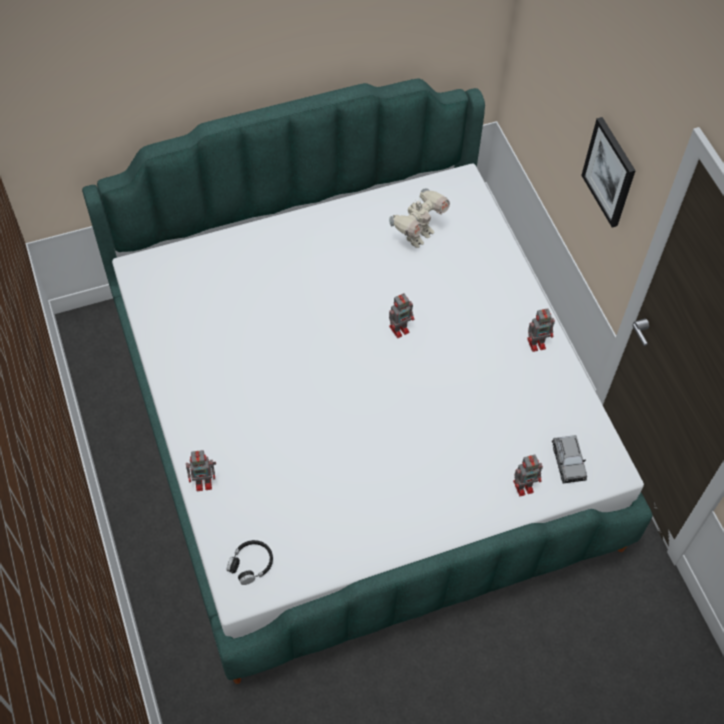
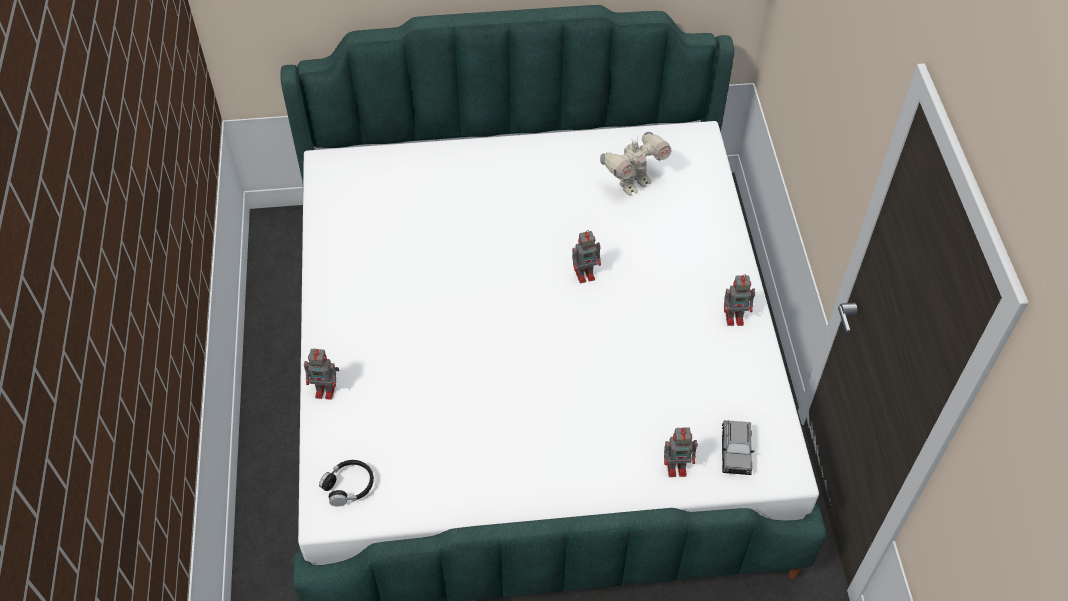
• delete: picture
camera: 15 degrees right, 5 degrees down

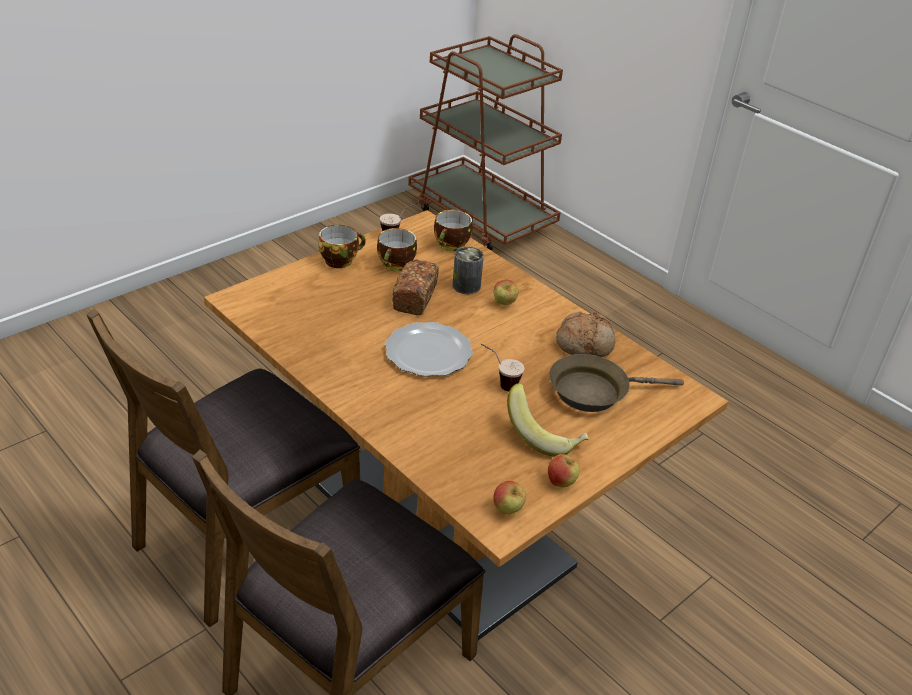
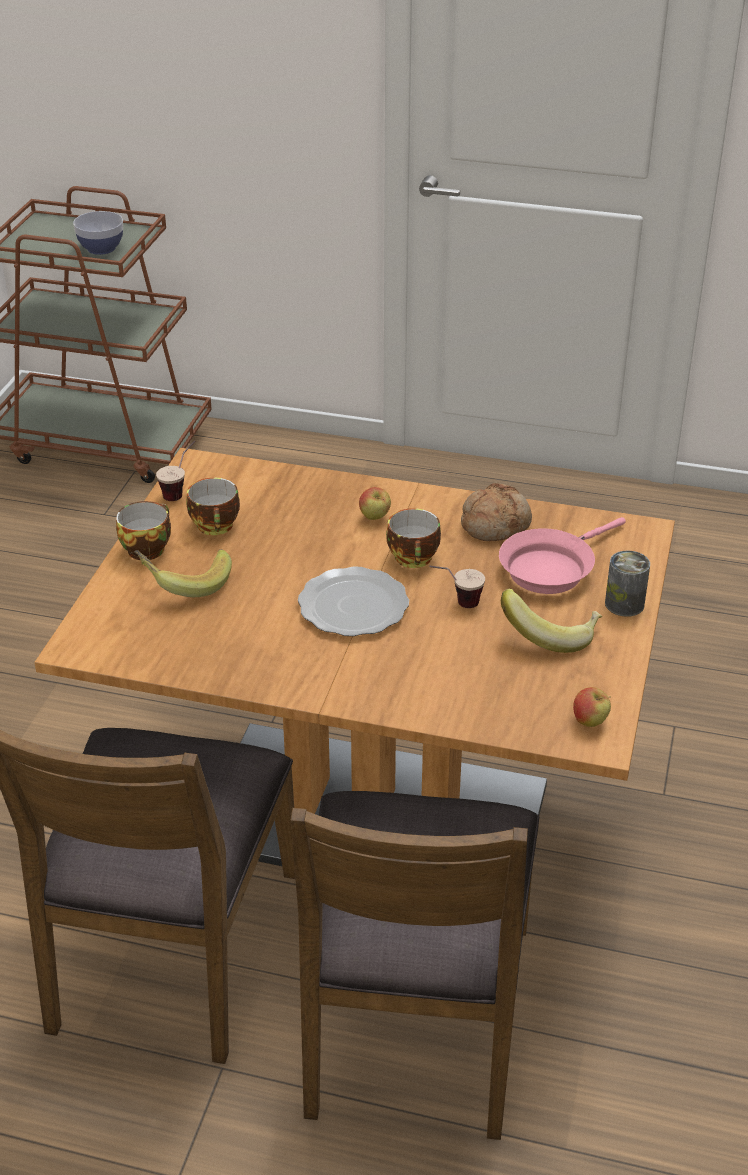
• delete: bread (1st from left)
• move: cup (4th from left)
• move: can
• delete: apple (3rd from left)
• recolor: brown frying pan to pink frying pan
• insert: bowl
• insert: banana (1st from left)
camera: 30 degrees left, 0 degrees up

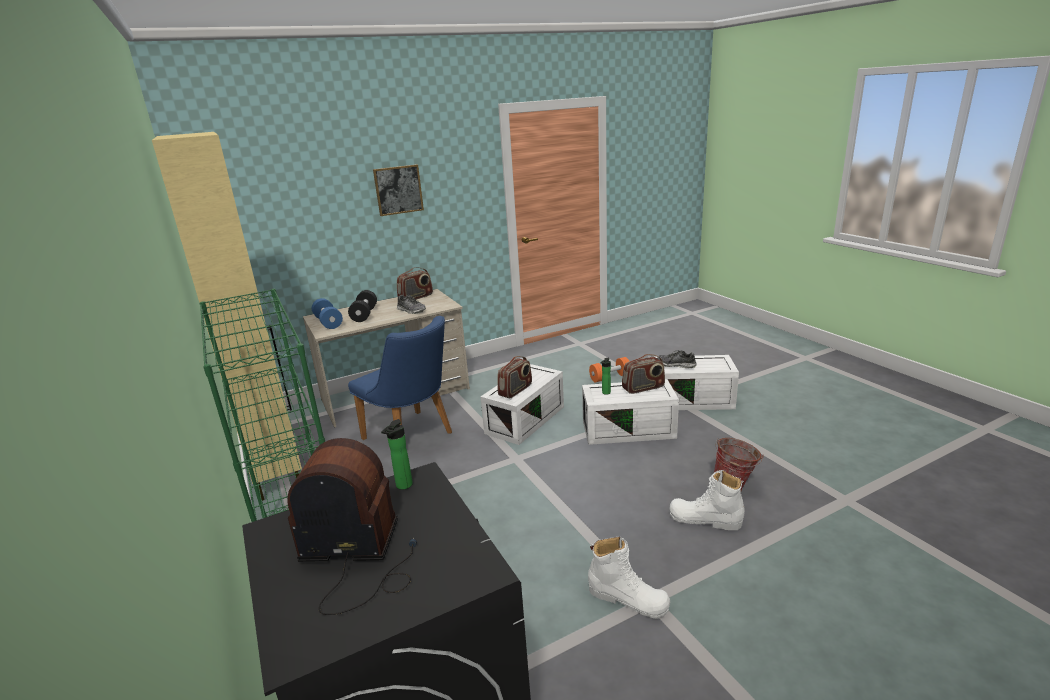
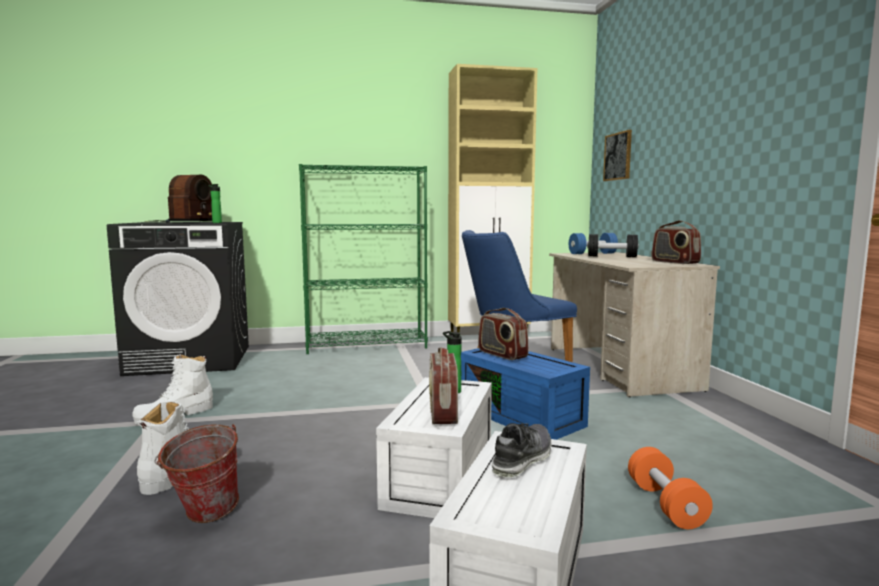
• move: picture
• delete: shoe (1st from left)
• recolor: white storage box (1st from left) to blue storage box
camera: 105 degrees right, 15 degrees down

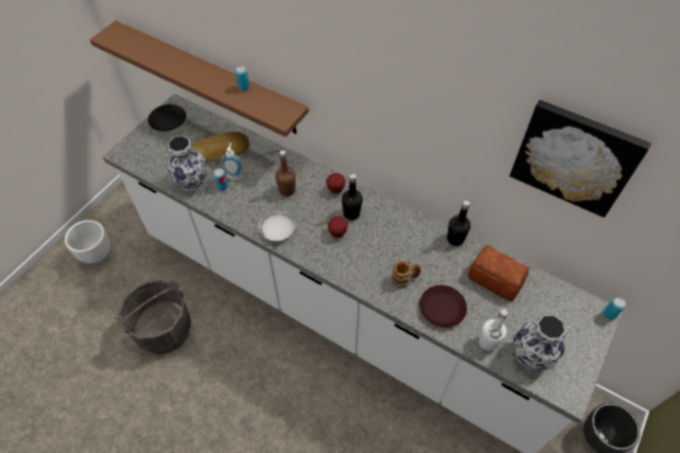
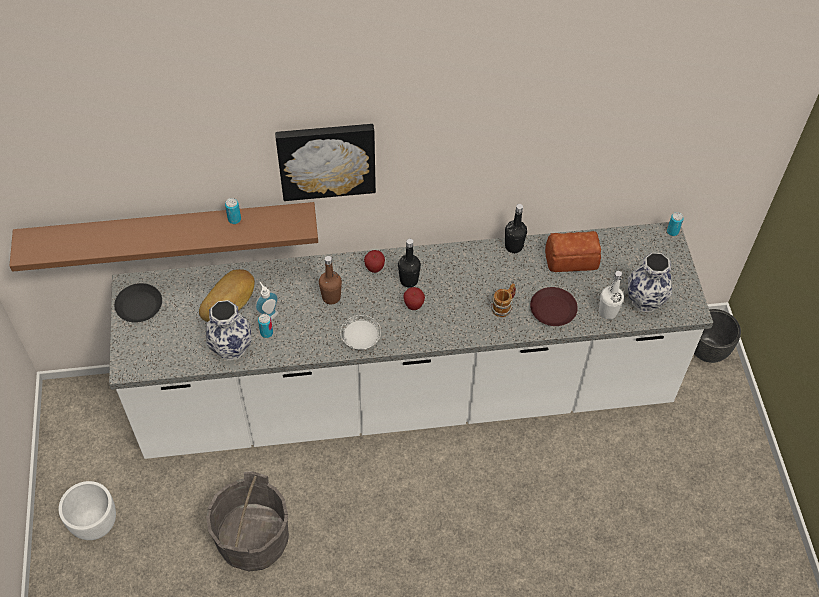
• move: picture
camera: 40 degrees left, 0 degrees up

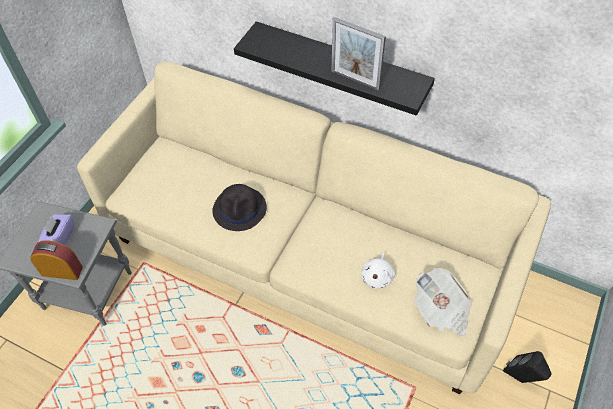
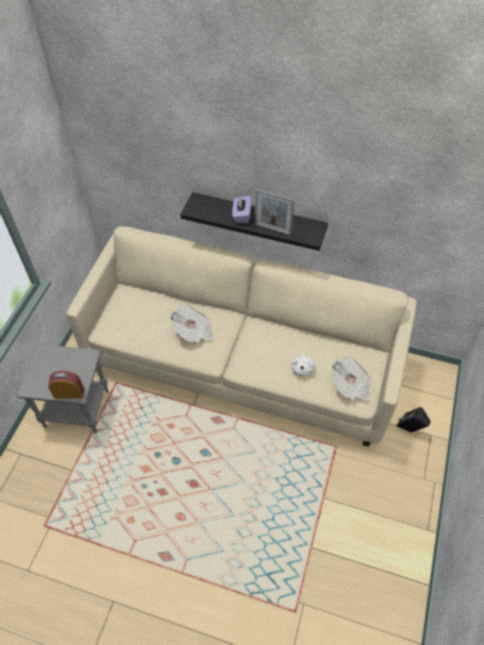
• move: purple tissue box
• replace: black hat to newspaper (1st from left)
camera: 10 degrees left, 0 degrees up

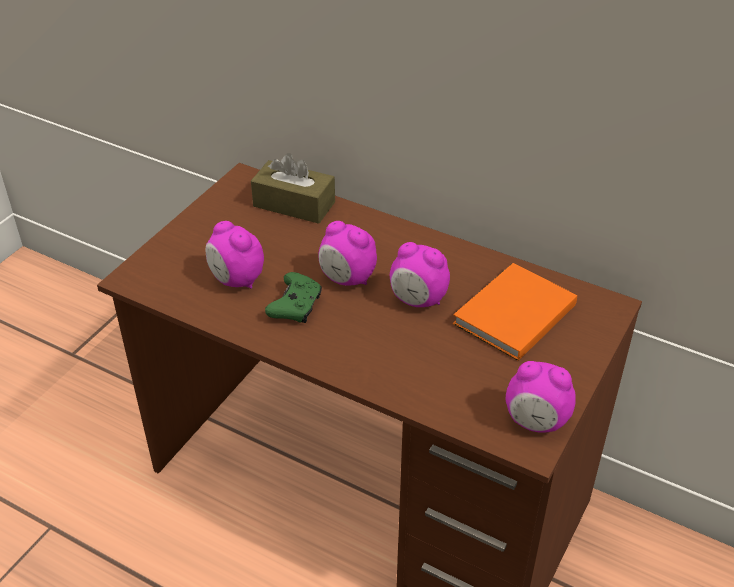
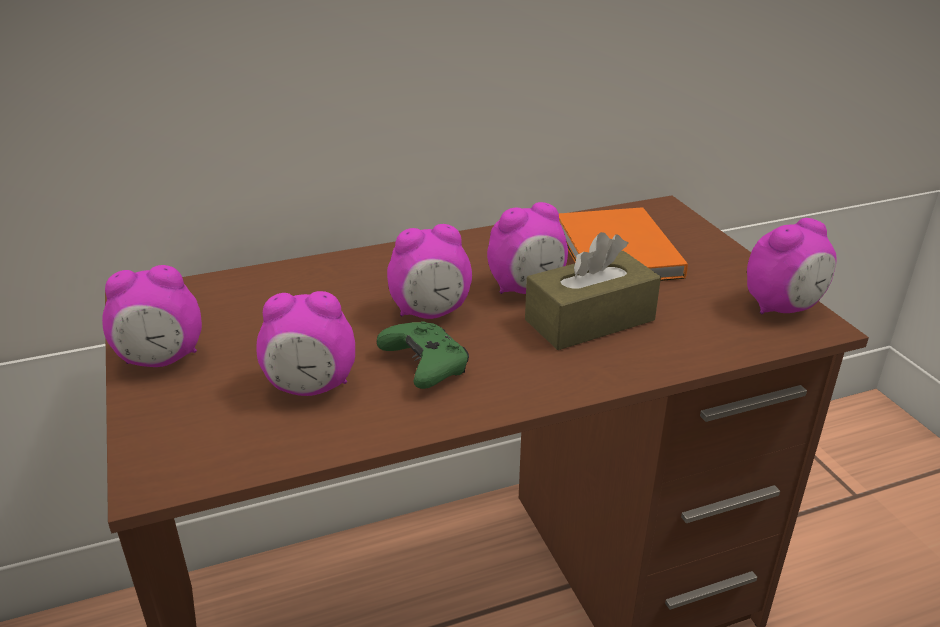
• move: brown tissue box
• insert: alarm clock (1st from left)
camera: 50 degrees left, 10 degrees down

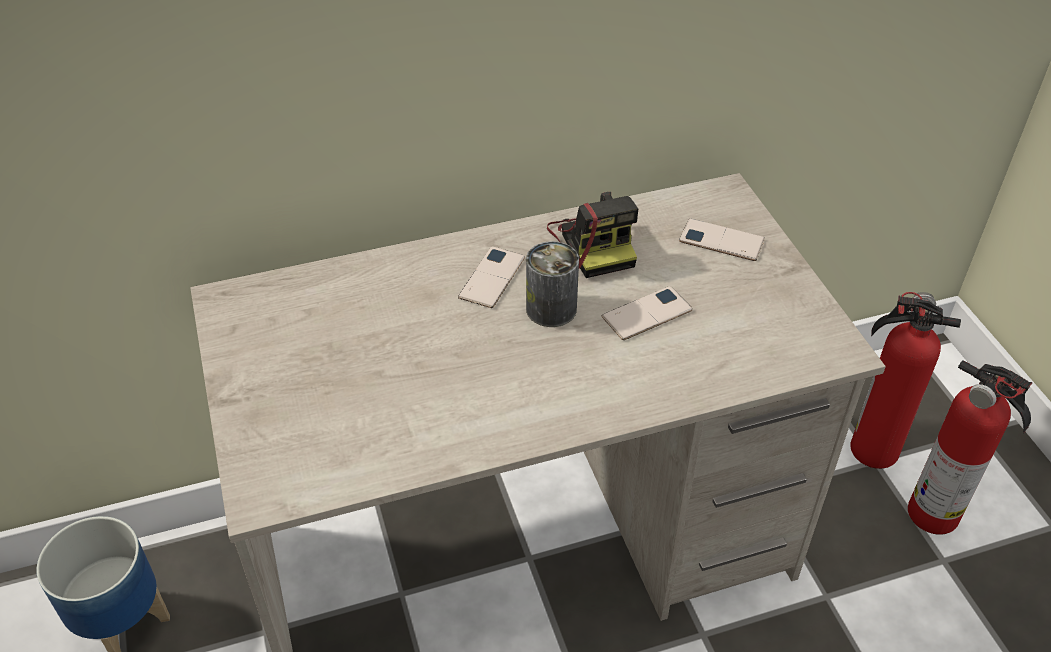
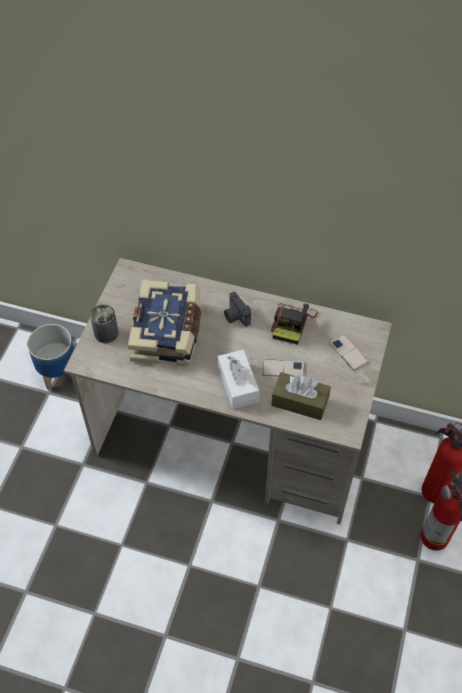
• replace: phone (1st from left) to photo camera (1st from left)
• move: can
• insert: book
• insert: white tissue box
• insert: brown tissue box
camera: 35 degrees right, 10 degrees up

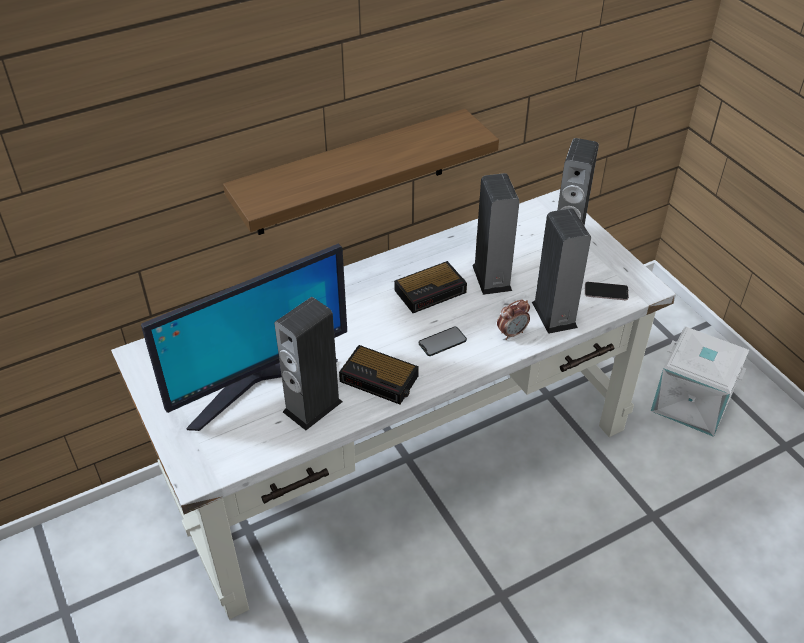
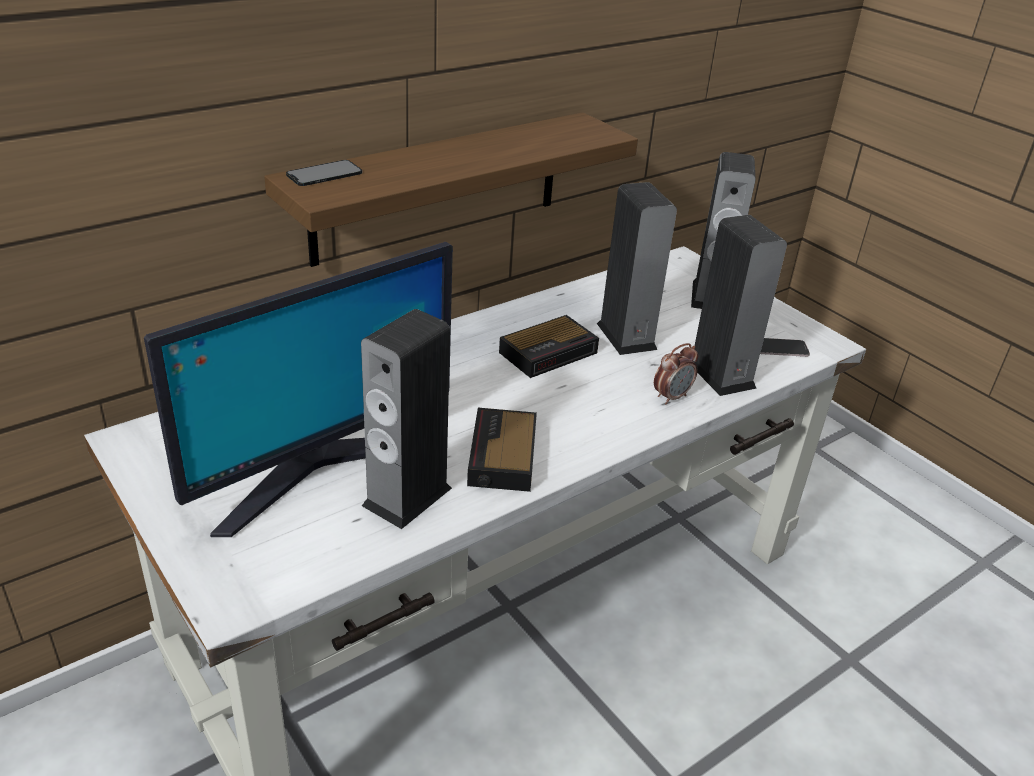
• rotate: alarm clock (1st from left) 75 degrees clockwise
• move: phone (1st from left)
• delete: white storage box
camera: 10 degrees left, 10 degrees down

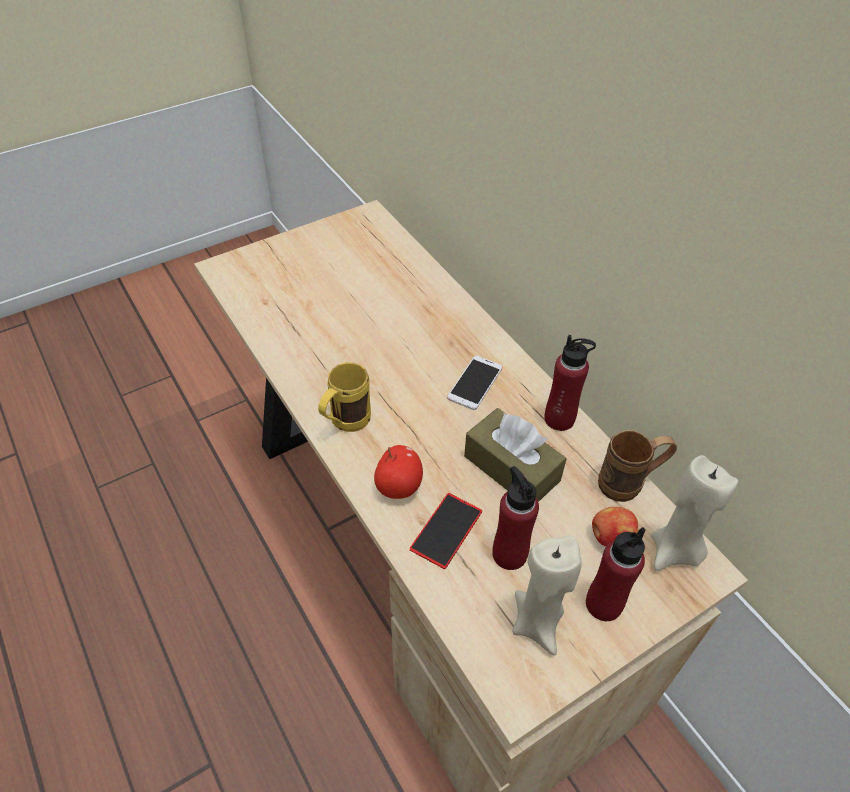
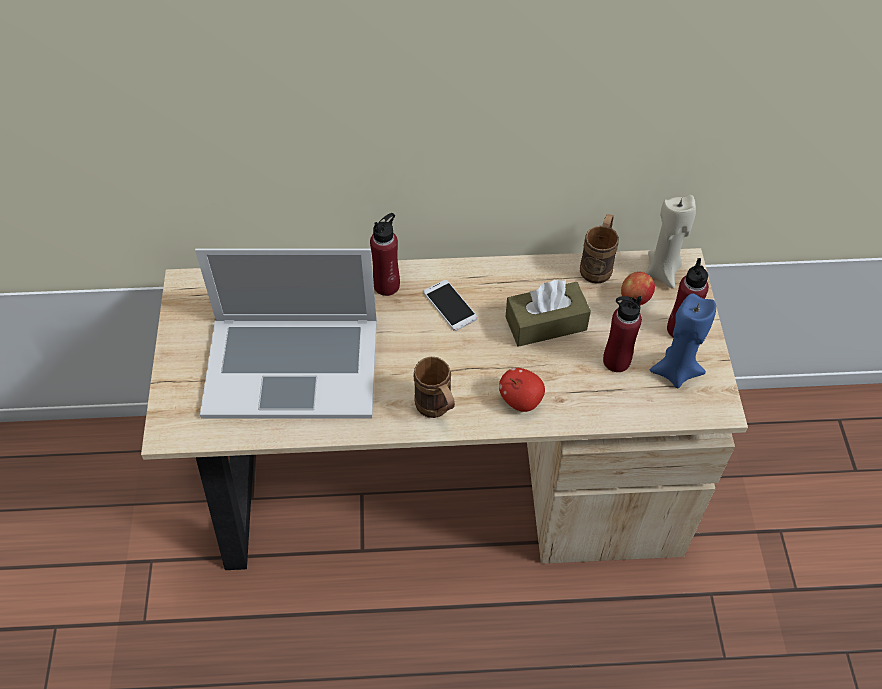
• recolor: yellow mug to brown mug (1st from left)
• delete: phone (1st from left)
• recolor: beige candle (1st from left) to blue candle
• move: red bottle (2nd from left in the first image) to red bottle (1st from left)
• insert: laptop
camera: 60 degrees left, 5 degrees up

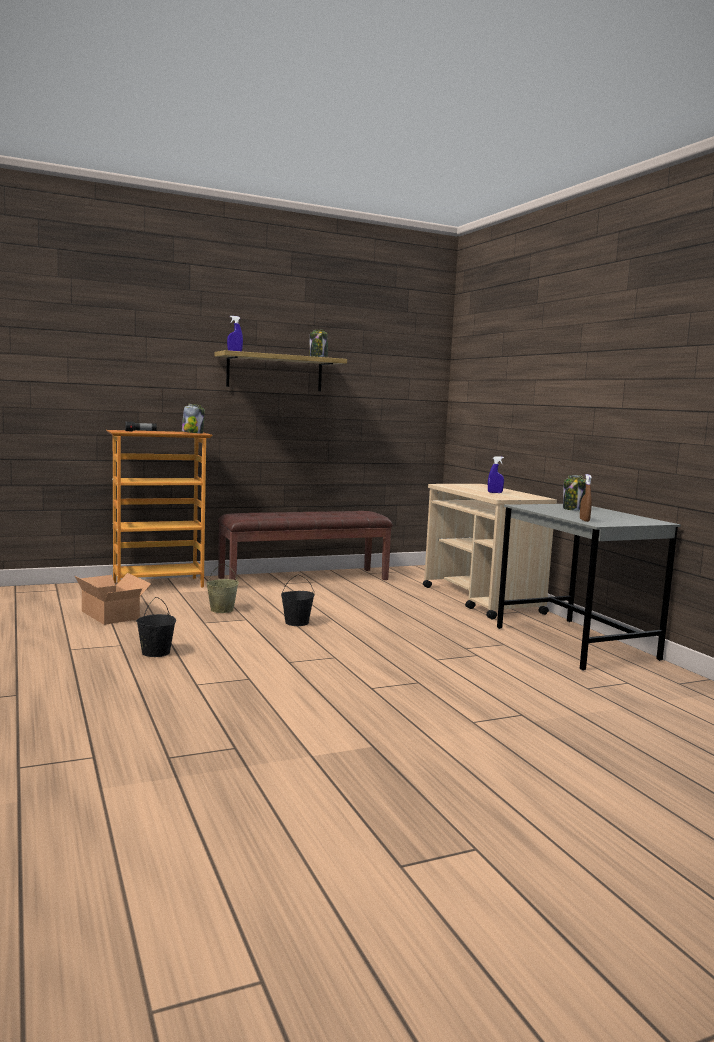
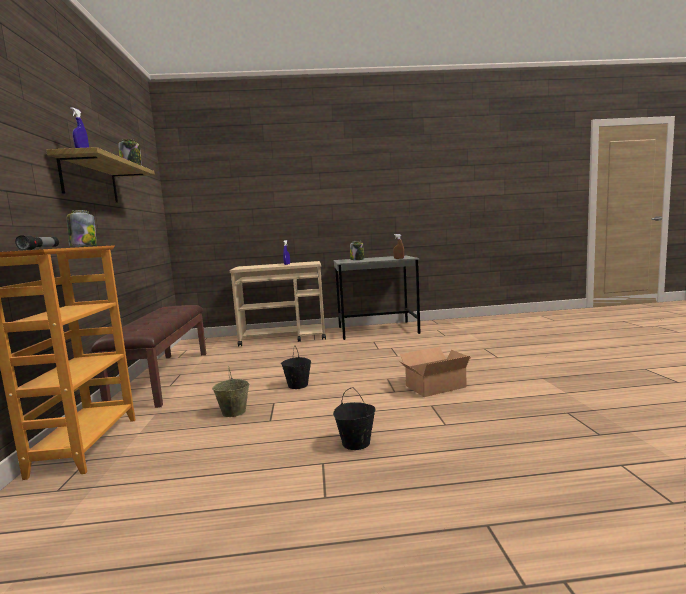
• move: cardboard box
camera: 70 degrees left, 0 degrees up

